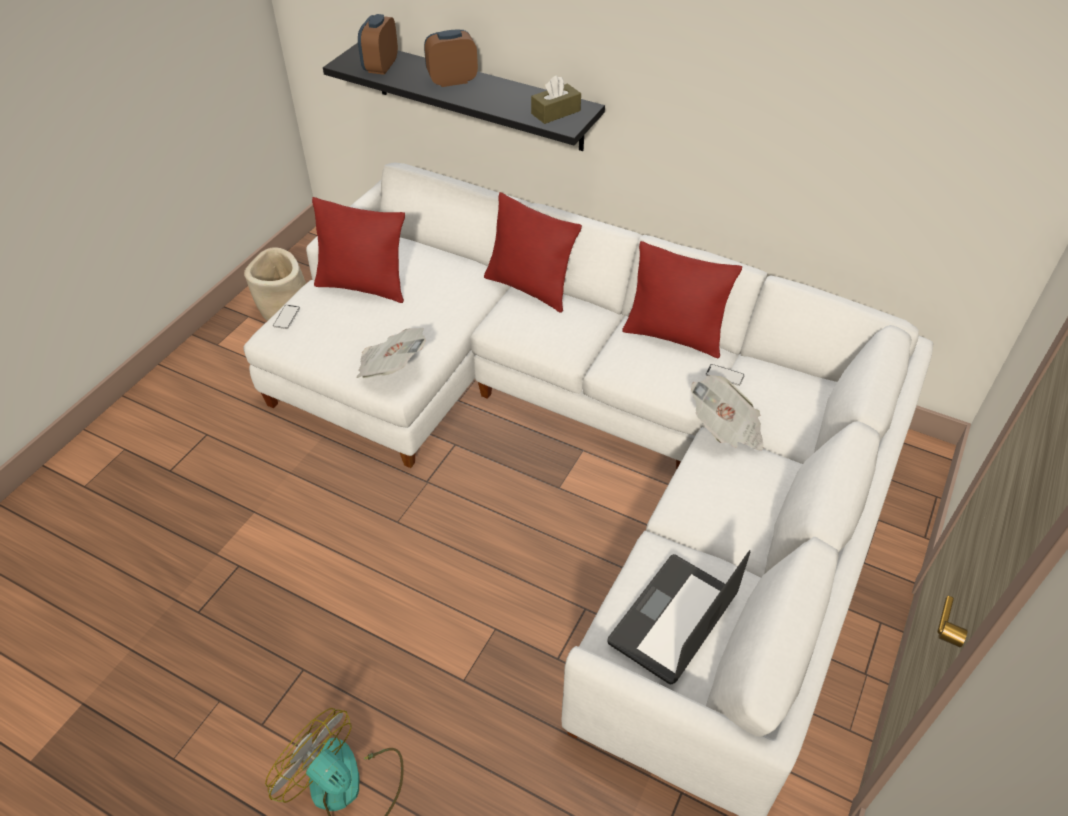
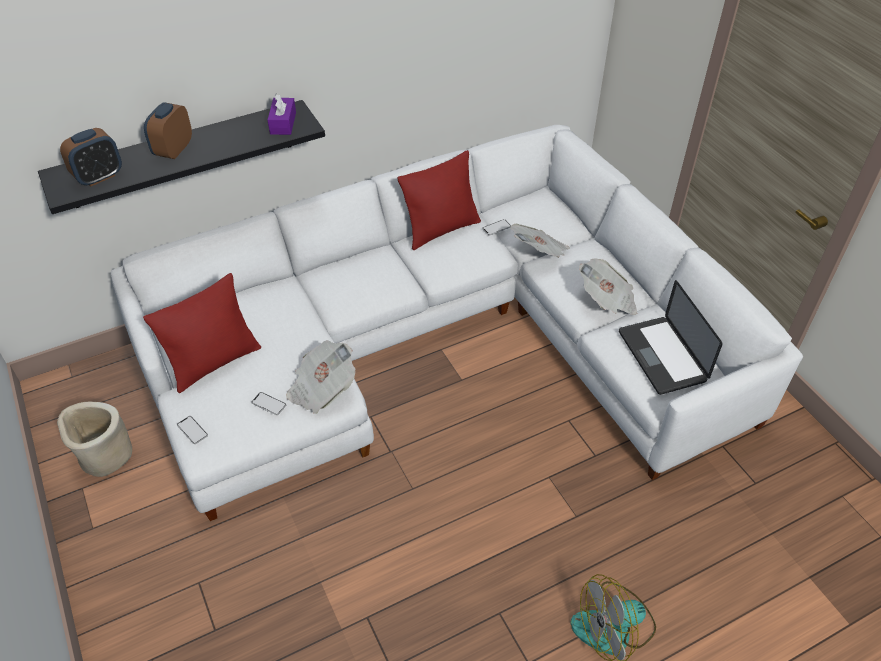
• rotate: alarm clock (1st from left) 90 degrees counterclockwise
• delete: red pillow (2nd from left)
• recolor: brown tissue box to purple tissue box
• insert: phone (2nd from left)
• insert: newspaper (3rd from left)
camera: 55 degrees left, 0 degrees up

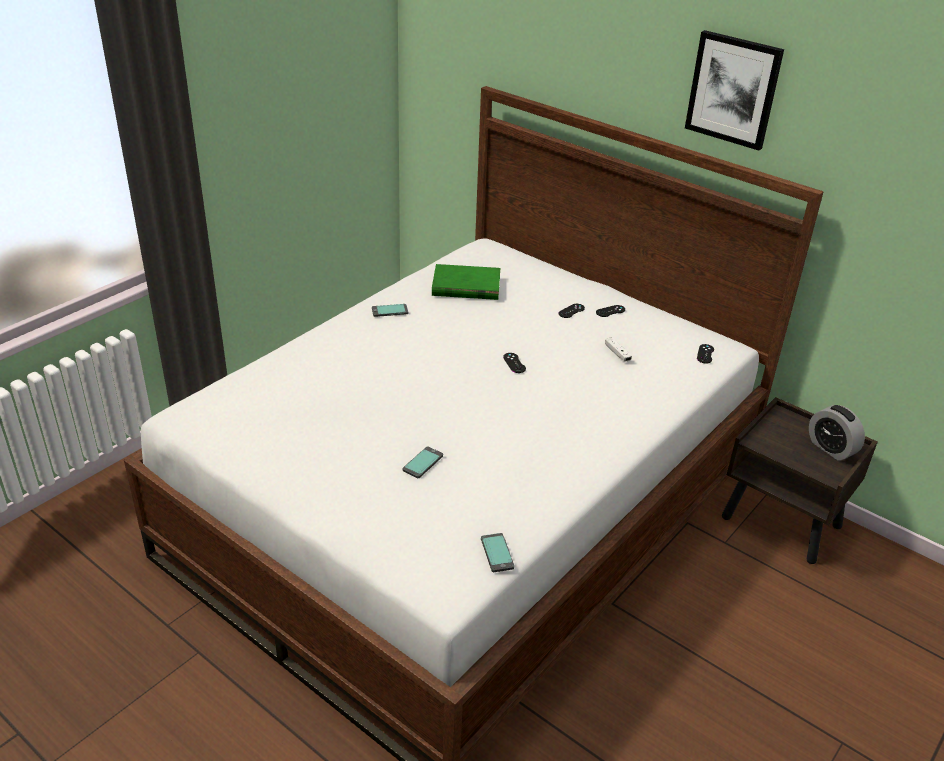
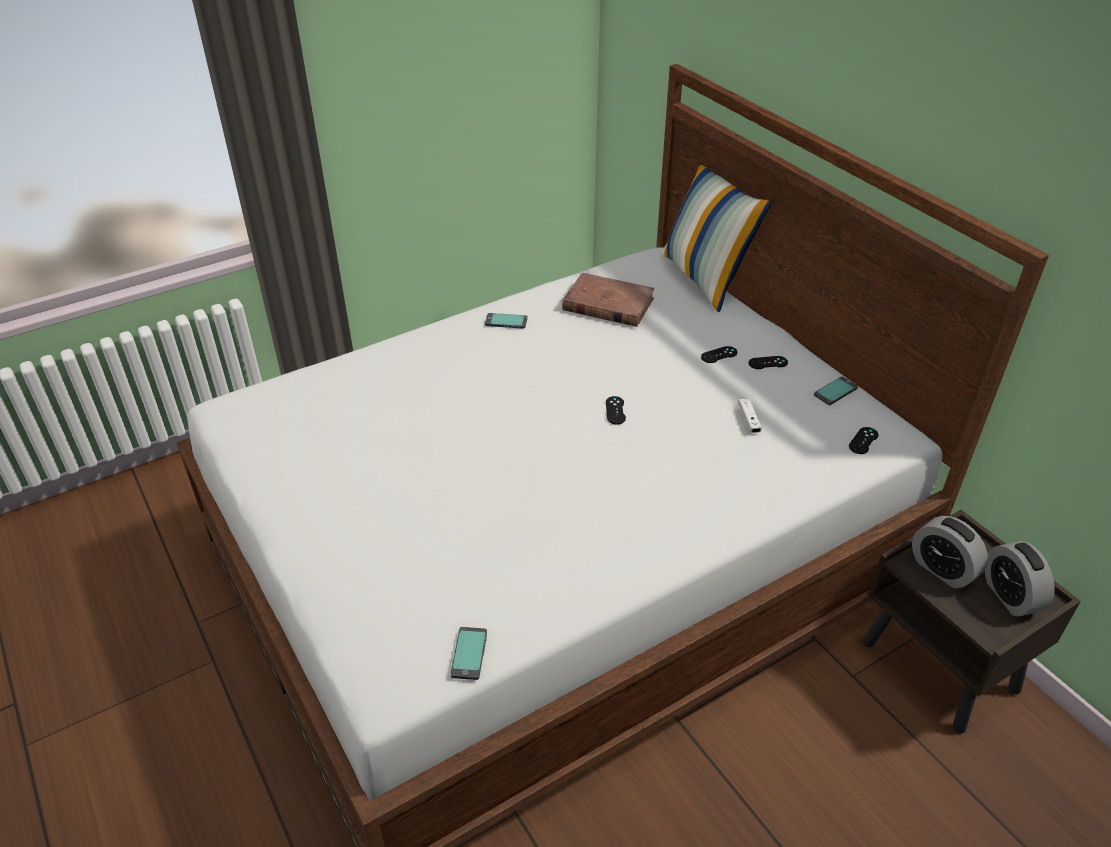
• move: phone (2nd from left in the first image) to phone (3rd from left)
• recolor: green book to brown book
• delete: picture
• insert: pillow
• insert: alarm clock (1st from left)
camera: 20 degrees right, 5 degrees up

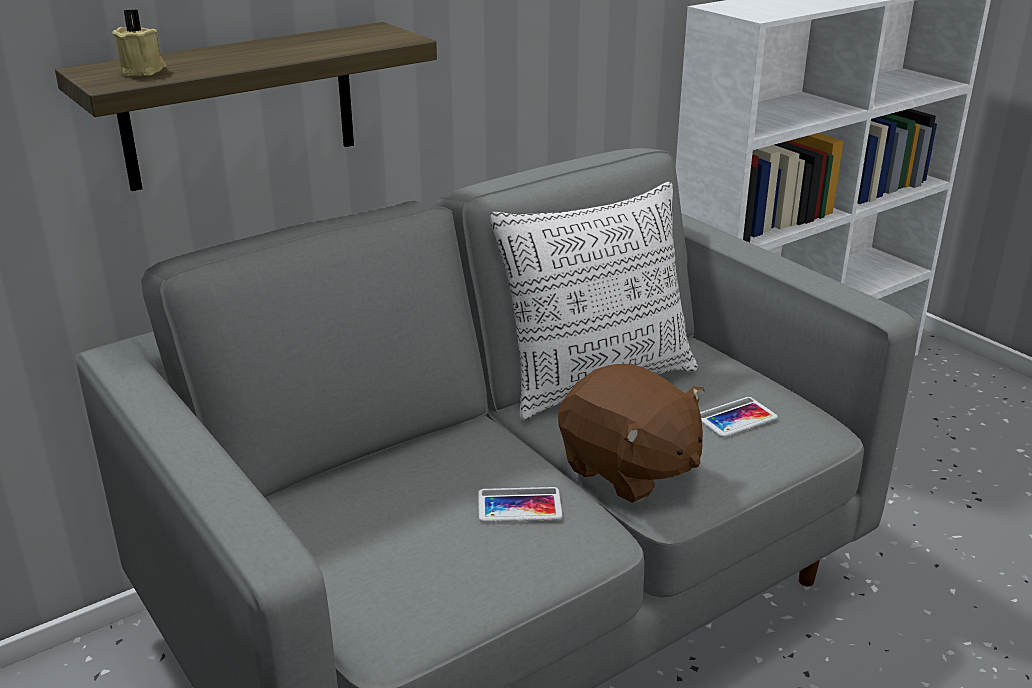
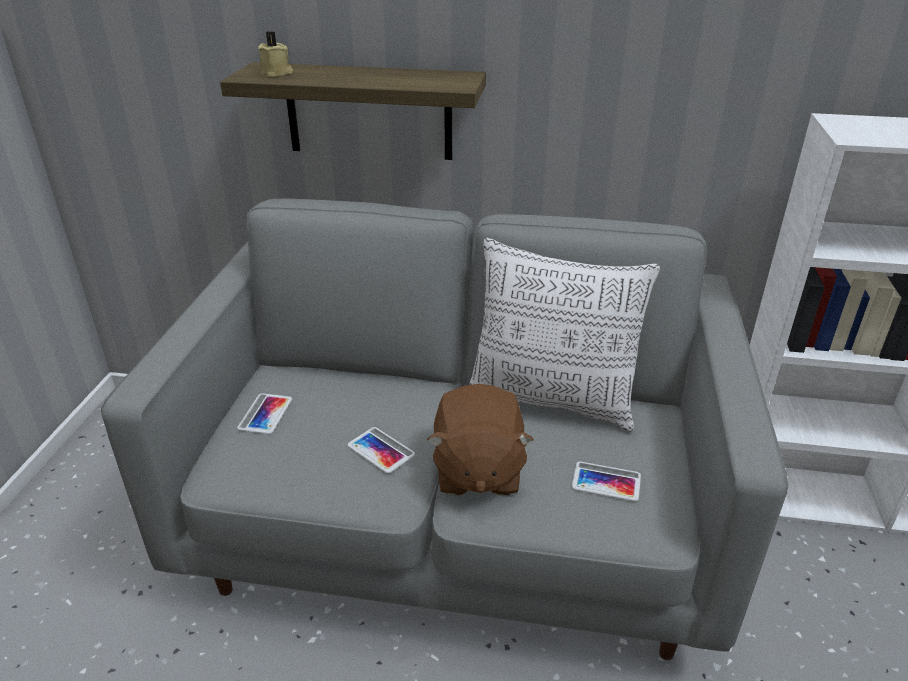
• insert: phone (1st from left)
camera: 45 degrees right, 5 degrees up

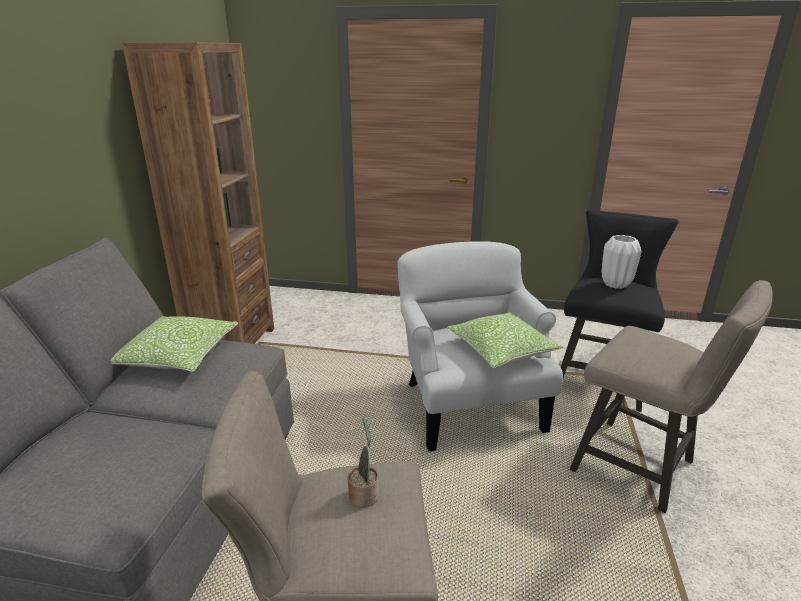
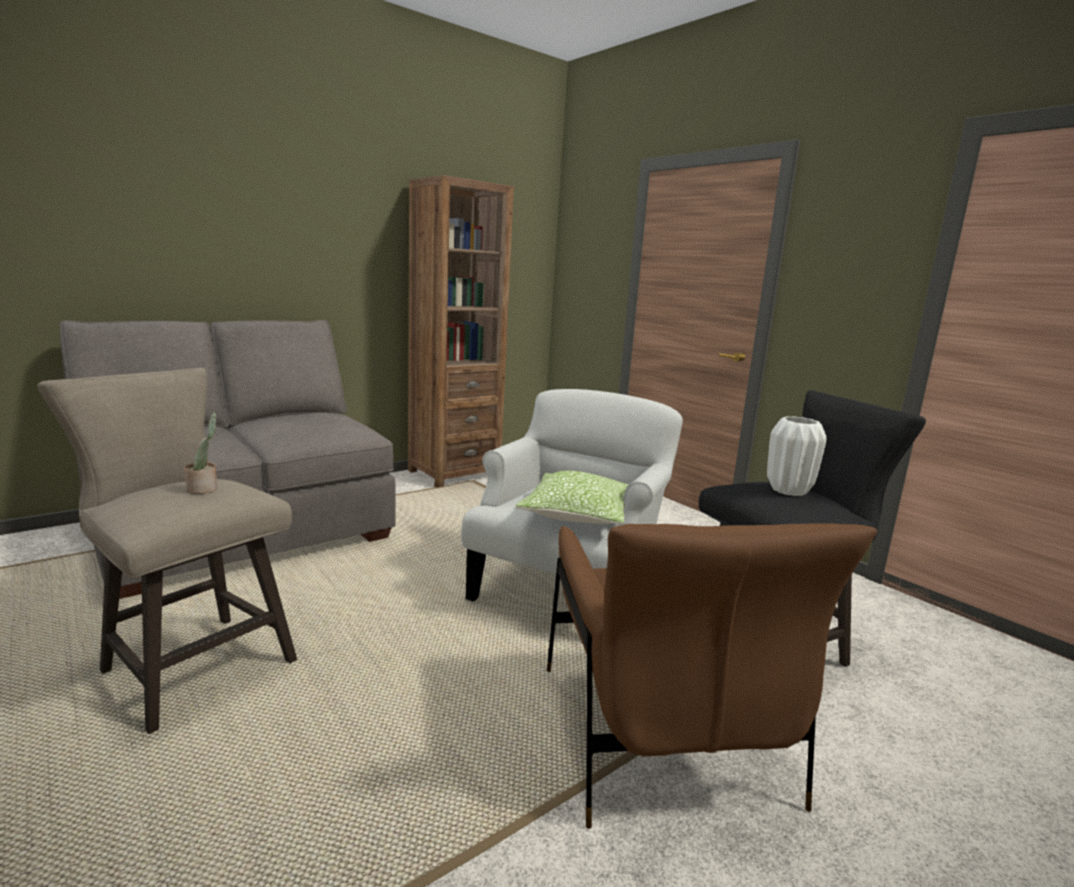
• delete: pillow (1st from left)
• replace: beige stool (2nd from left) to brown armchair
camera: 40 degrees right, 10 degrees down

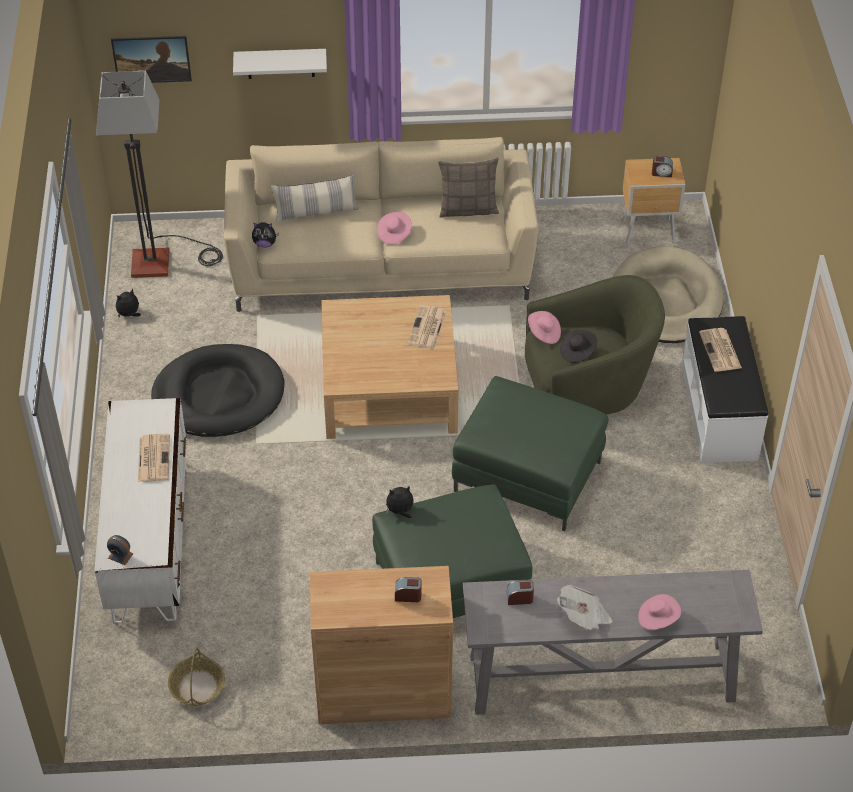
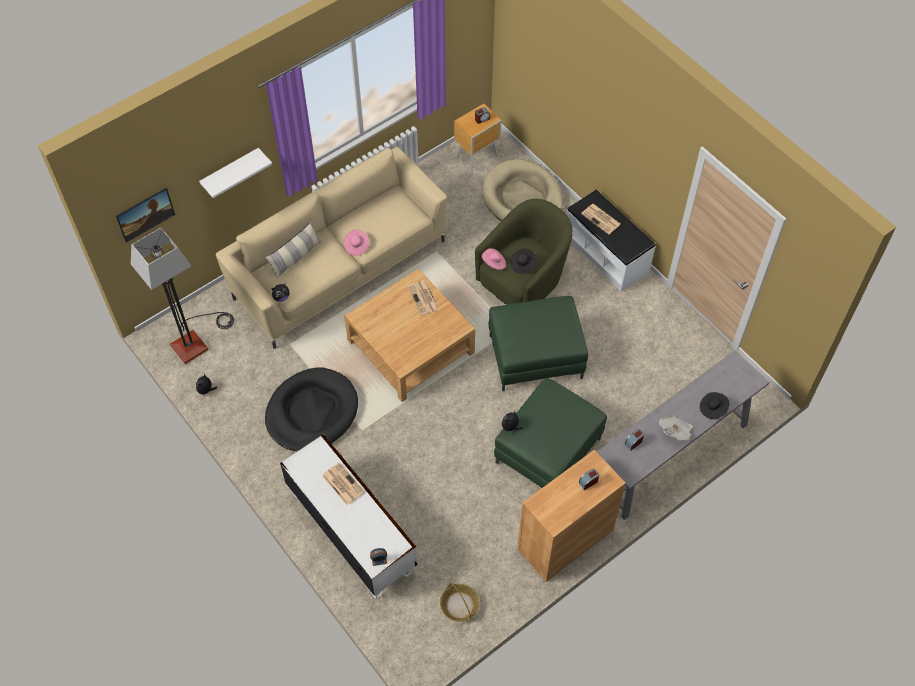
• delete: pillow (2nd from left)
• recolor: pink hat (3rd from left) to black hat (2nd from left)
camera: 35 degrees left, 10 degrees up

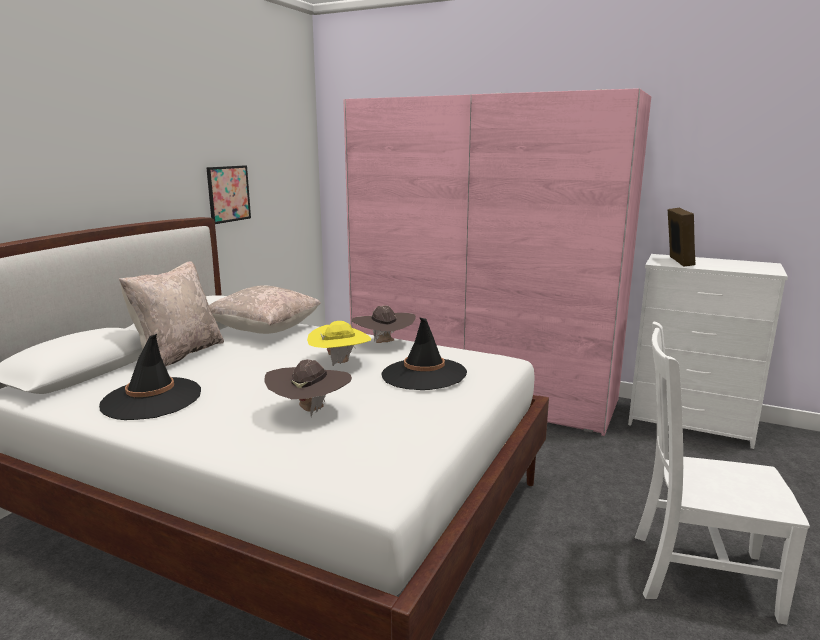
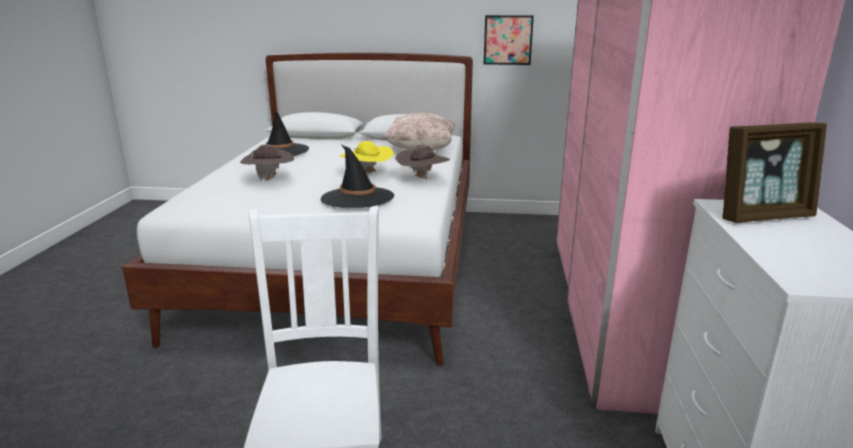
• delete: beige pillow (1st from left)
camera: 70 degrees right, 5 degrees up

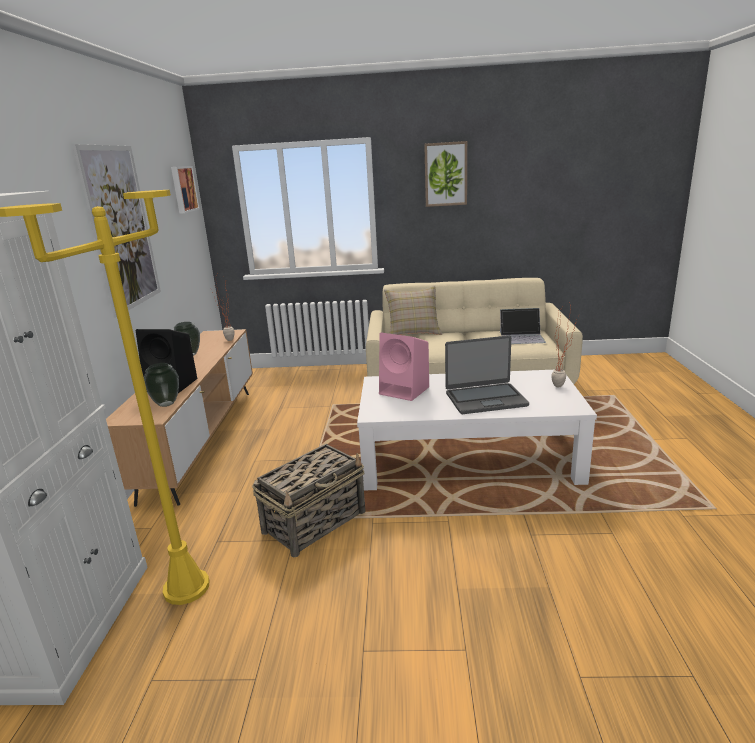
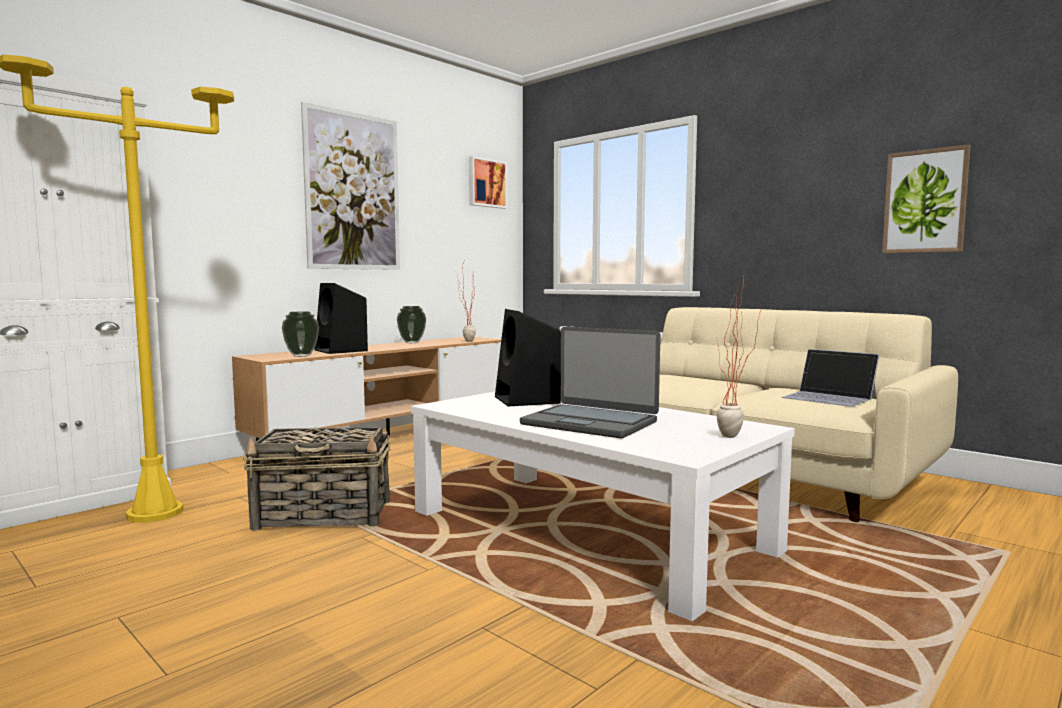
• recolor: pink speaker to black speaker (2nd from left)
• delete: beige pillow
• move: picture (3rd from left)
camera: 40 degrees right, 15 degrees down

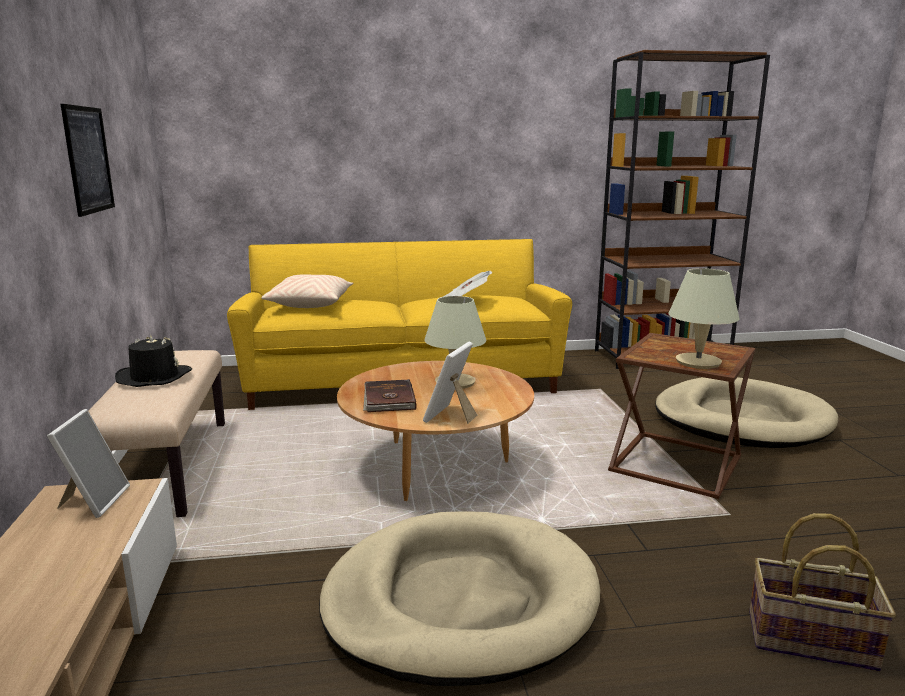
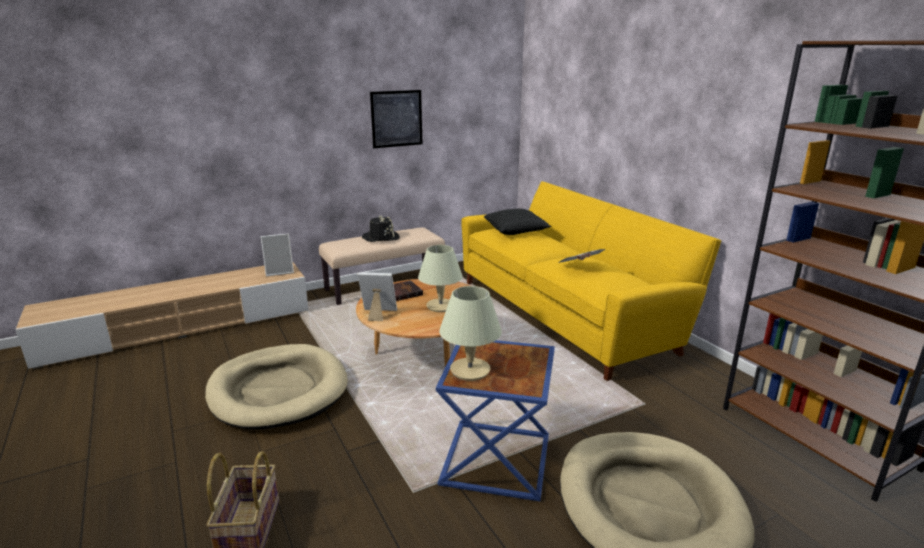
• recolor: beige pillow to black pillow
• recolor: brown side table to blue side table
camera: 70 degrees right, 5 degrees up

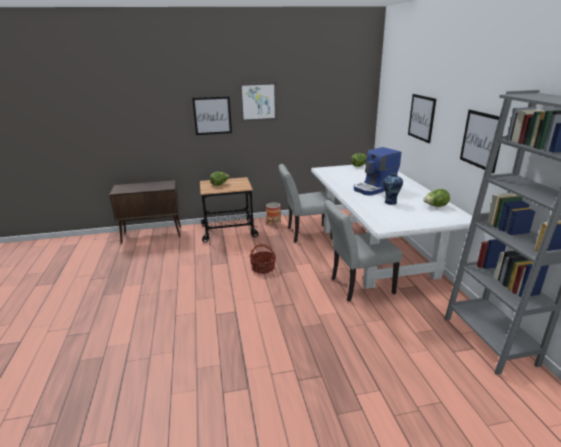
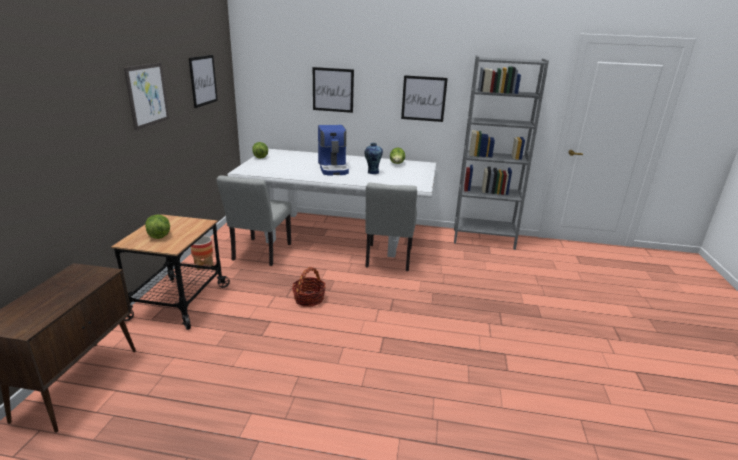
• move: picture (1st from left in the first image) to picture (2nd from left)
camera: 70 degrees left, 0 degrees up

